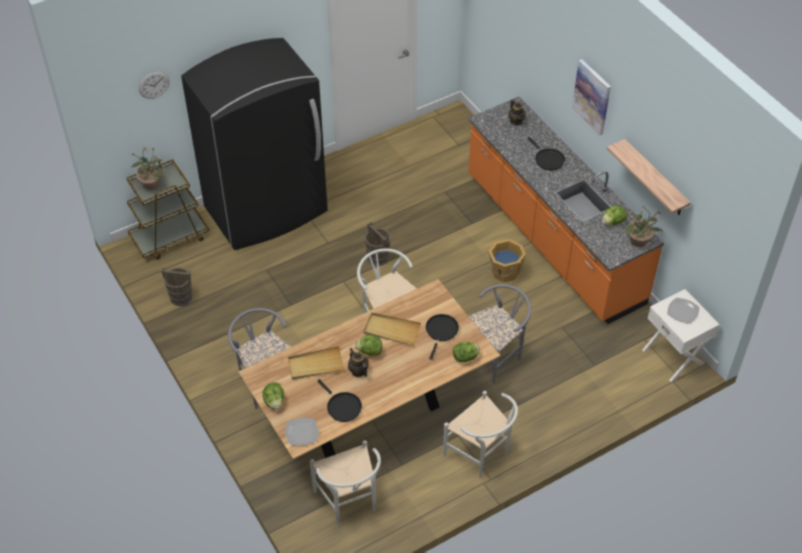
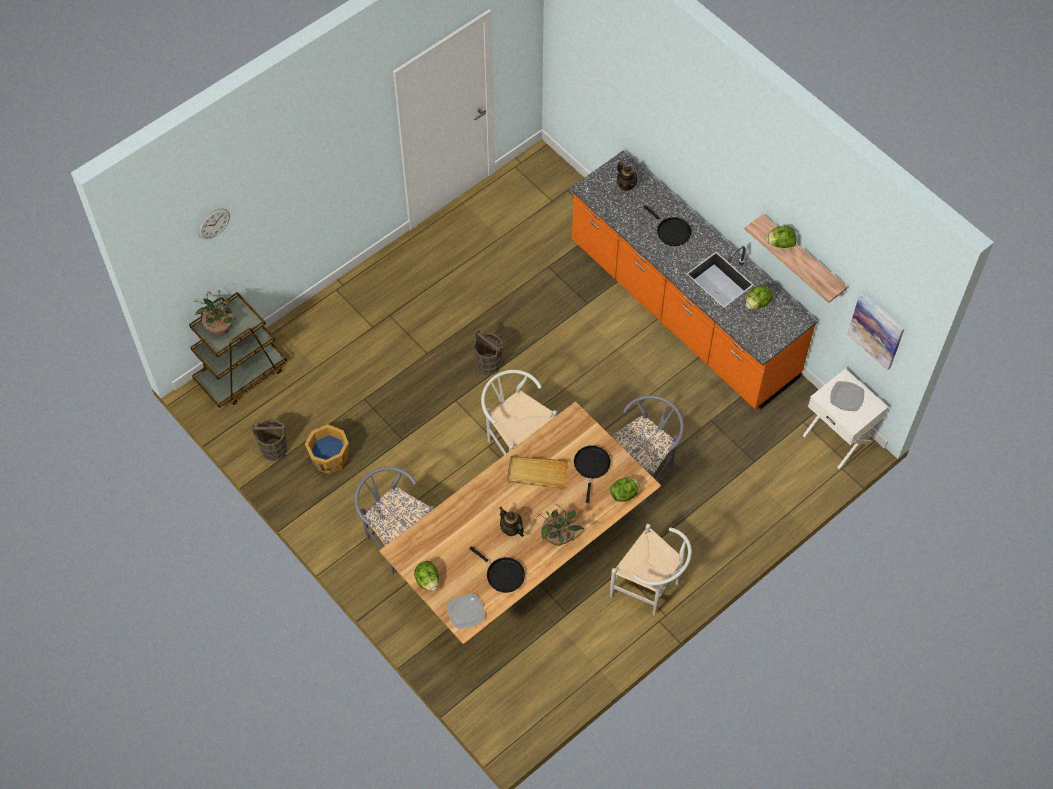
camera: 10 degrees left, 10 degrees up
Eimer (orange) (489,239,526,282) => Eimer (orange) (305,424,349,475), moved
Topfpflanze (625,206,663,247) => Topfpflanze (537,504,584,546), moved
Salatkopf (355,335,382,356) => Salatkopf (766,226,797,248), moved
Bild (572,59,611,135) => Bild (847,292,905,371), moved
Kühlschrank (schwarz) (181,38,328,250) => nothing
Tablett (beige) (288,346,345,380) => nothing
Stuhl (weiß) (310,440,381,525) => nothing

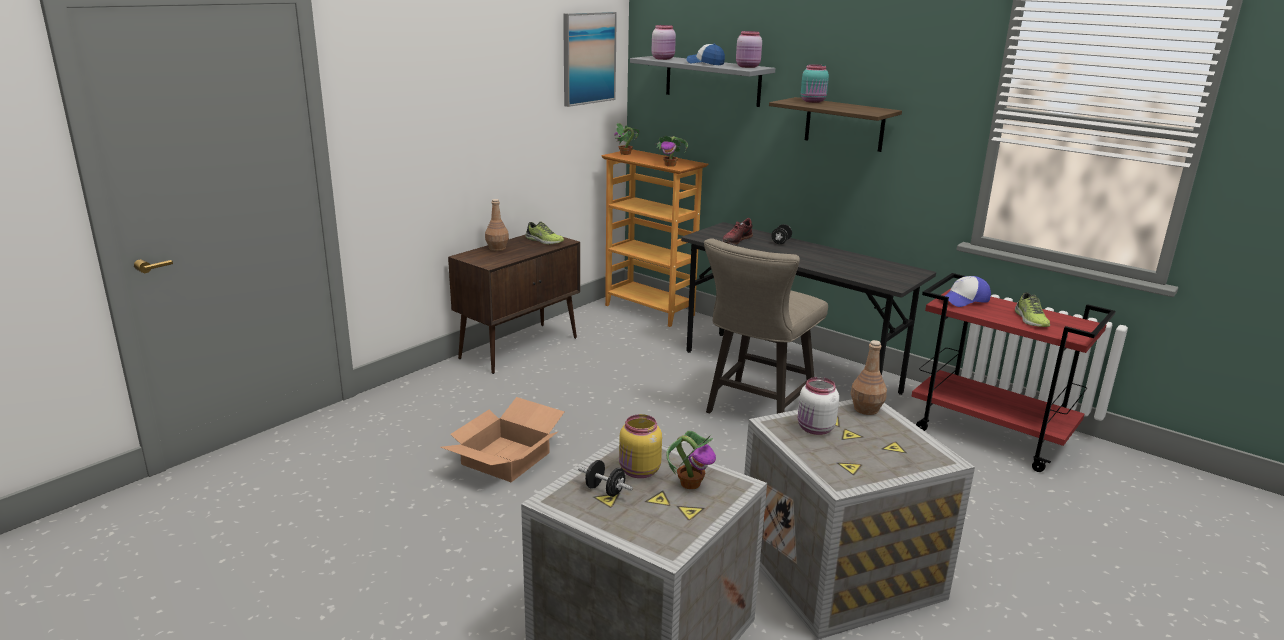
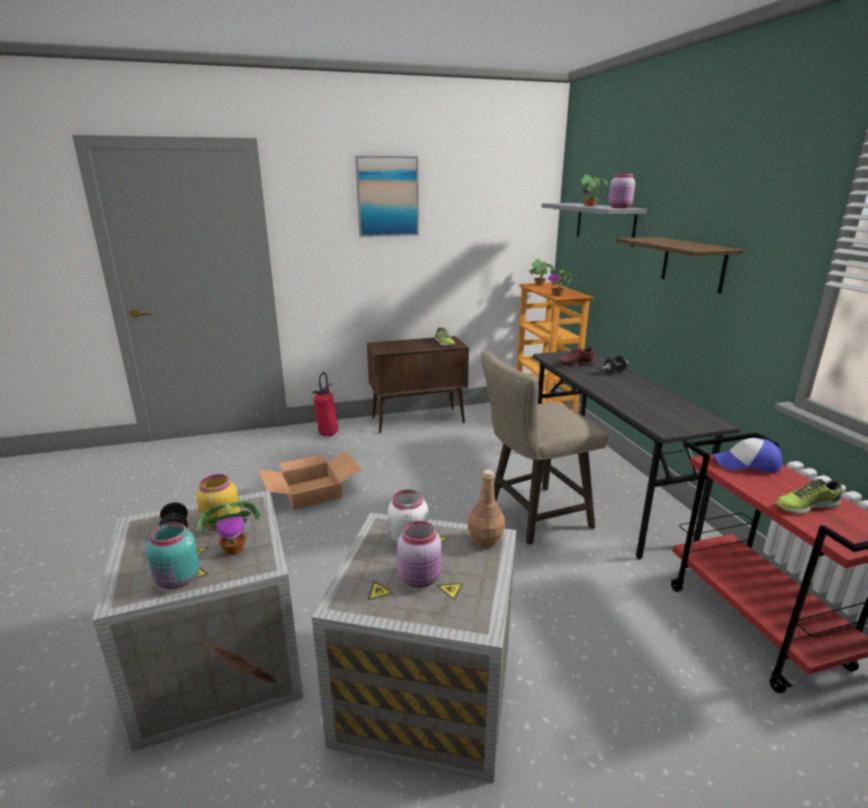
camera: 35 degrees right, 0 degrees up
Vorratsglas (türkis) (801,64,829,103) => Vorratsglas (türkis) (146,522,200,589), moved
nothing => Feuerlöscher (312,372,339,436)
Bild (563,12,617,107) => Bild (355,156,419,237), moved
Vorratsglas (rosa) (652,25,676,60) => Vorratsglas (rosa) (397,521,441,588), moved
Kappe (686,44,725,65) => Topfpflanze (578,175,608,206)
Schuh (1015,292,1050,327) => Schuh (775,479,842,514), 45 degrees clockwise
Flasche (braun) (485,199,509,251) => nothing

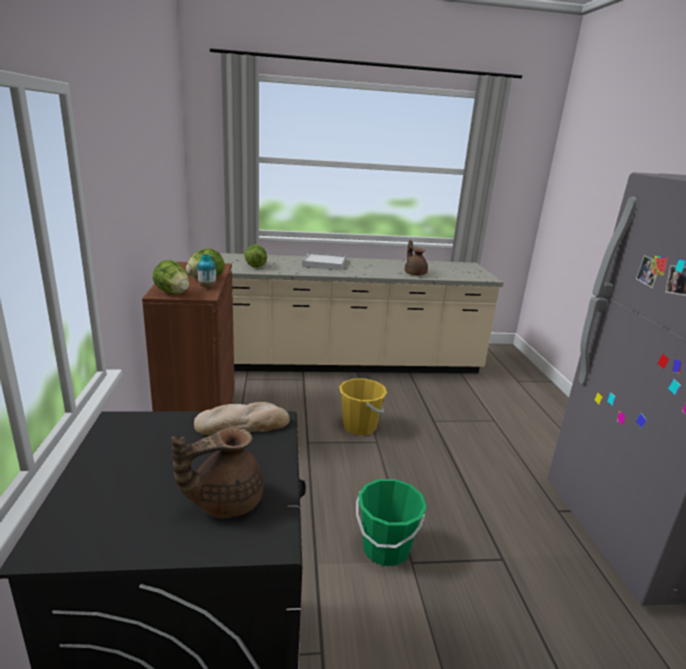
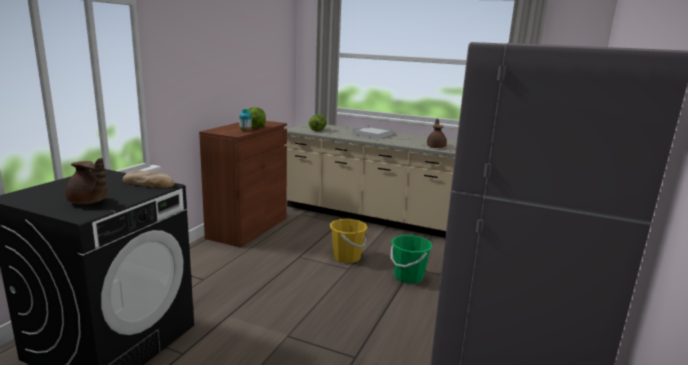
camera: 30 degrees right, 5 degrees down
Teekanne (braun) (171,427,264,518) => Teekanne (braun) (65,158,107,204), 150 degrees counterclockwise
Eimer (grün) (356,479,427,566) => Eimer (grün) (390,235,433,284), moved
Salatkopf (153,260,189,295) => nothing

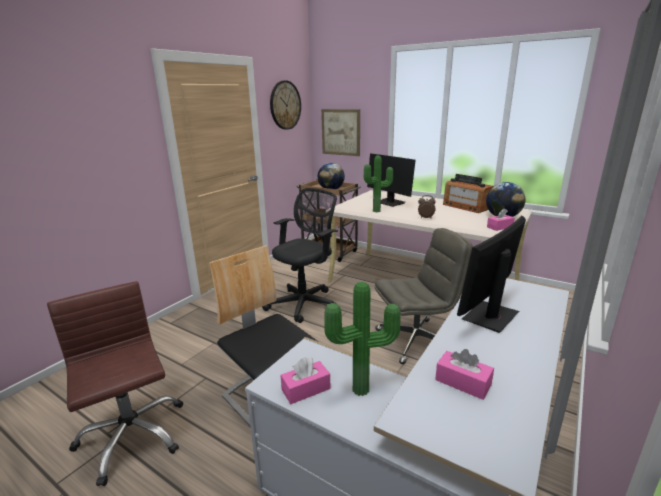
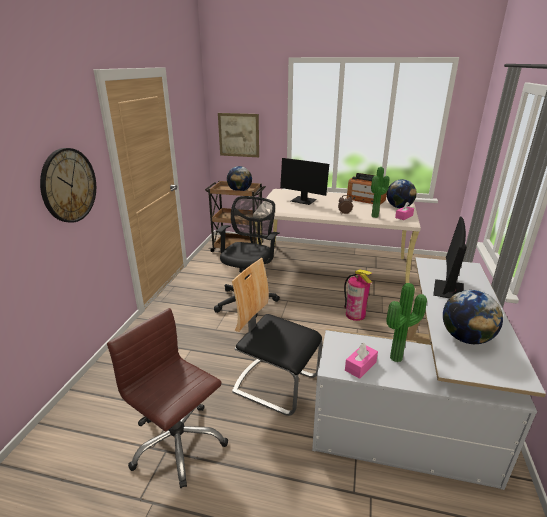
camera: 20 degrees left, 5 degrees up
Wanduhr (270,80,301,130) => Wanduhr (40,148,96,223), moved
Bürostuhl (grau) (375,228,473,364) => Feuerlöscher (344,269,372,321)
Topfpflanze (364,156,393,212) => Topfpflanze (371,167,389,218), moved
Taschentuchbox (rosa) (435,349,494,400) => Globus (443,290,503,344)

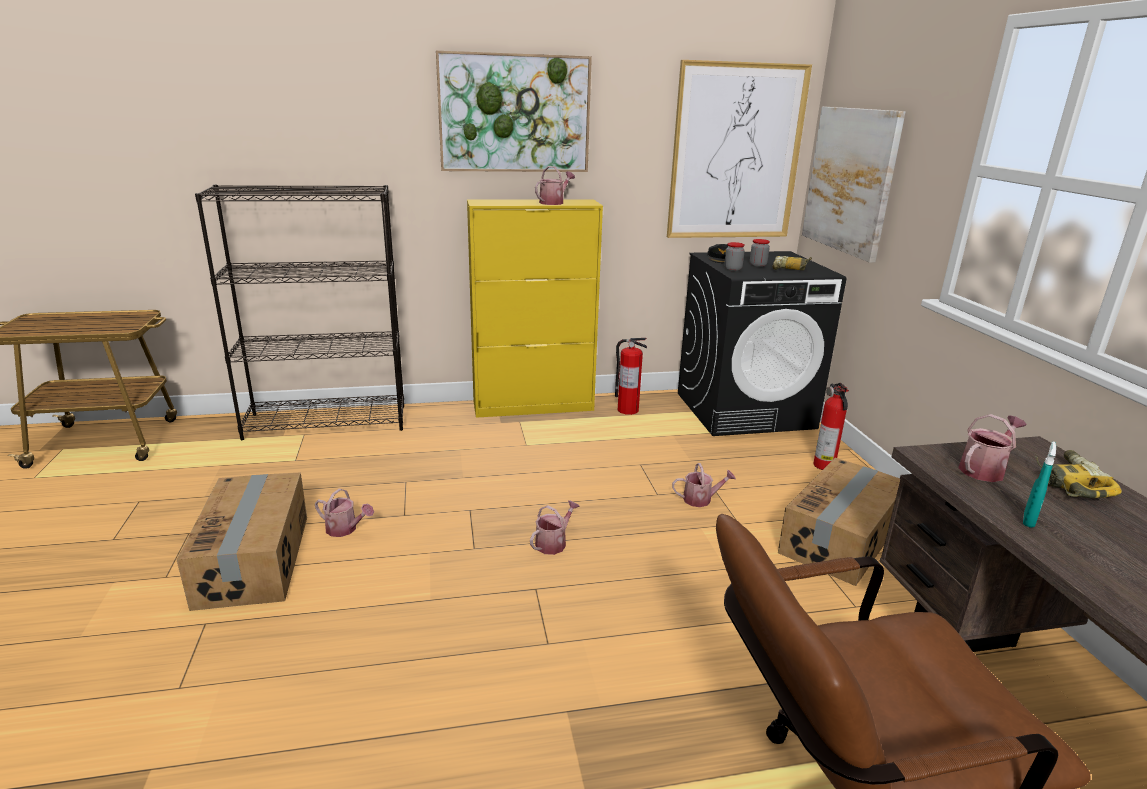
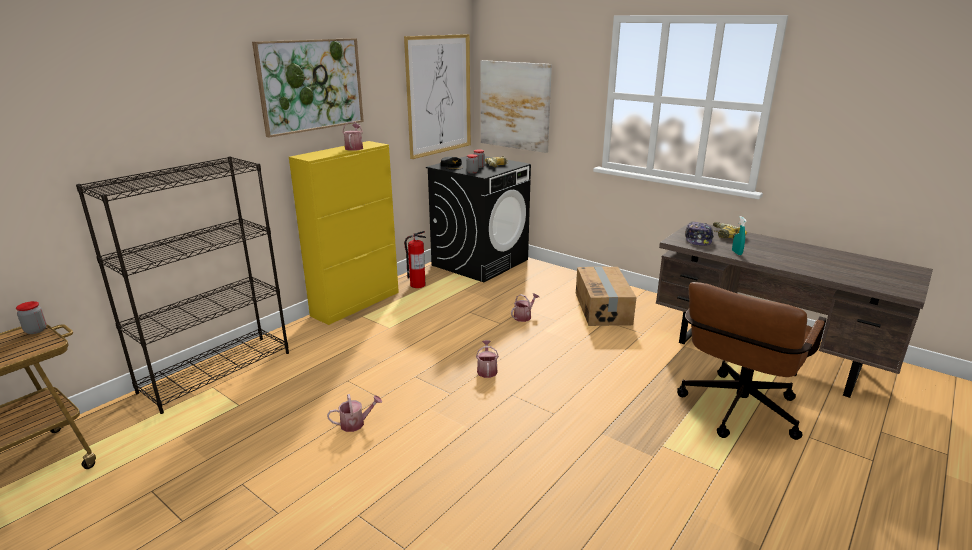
camera: 40 degrees left, 0 degrees up
nothing => Vorratsglas (16,301,47,334)
Gießkanne (958,414,1027,482) => Kappe (685,222,714,246)
Karton (177,472,307,611) => nothing
Feuerlöscher (813,383,849,470) => nothing

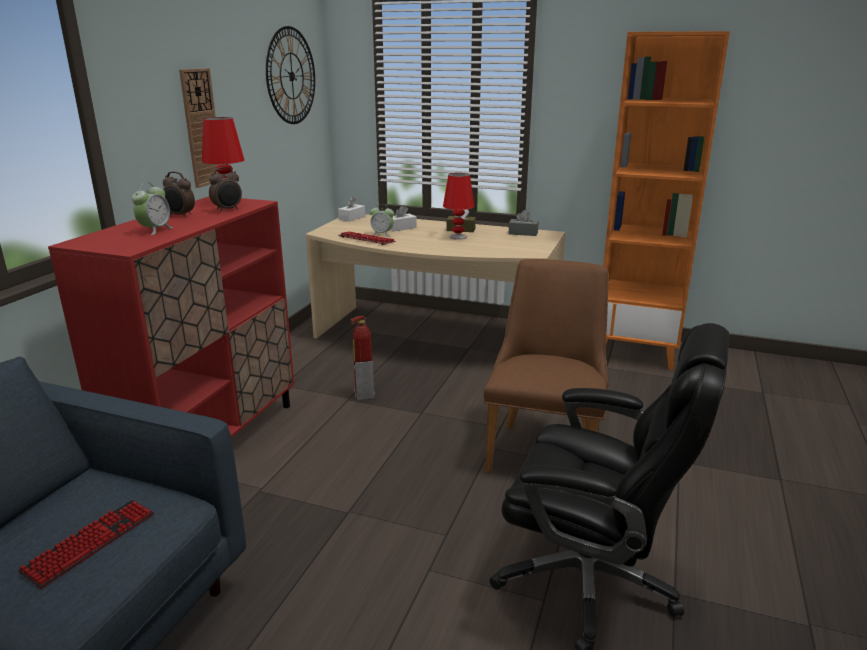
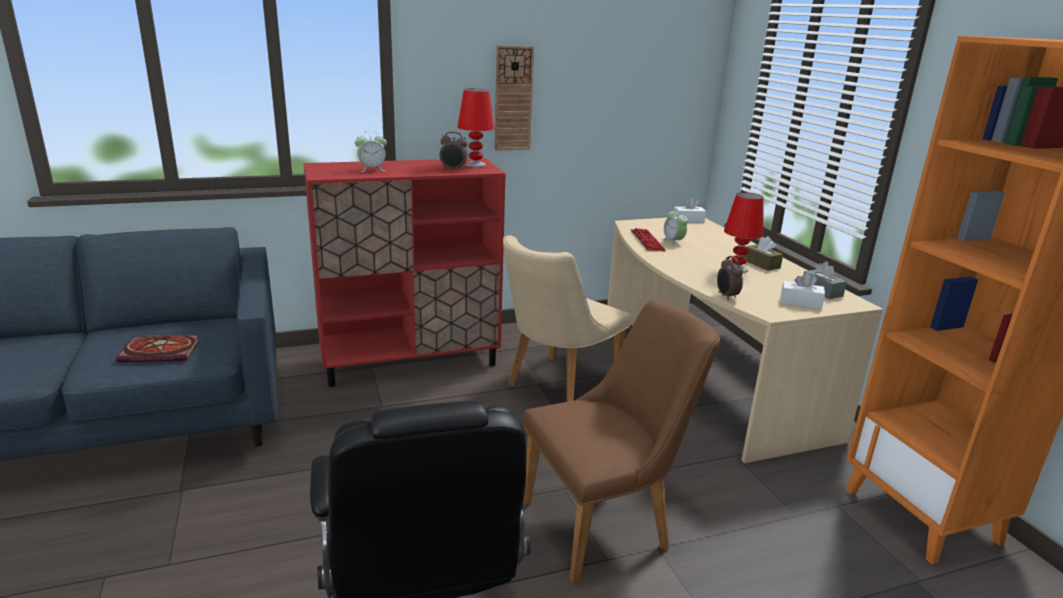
camera: 50 degrees right, 0 degrees up
Tastatur (17,500,154,589) => Buch (116,335,200,362)
Feuerlöscher (350,316,375,400) => Stuhl (beige) (503,236,631,402)
Wecker (163,171,195,218) => Wecker (717,256,743,300), moved
Taschentuchbox (weiß) (390,205,417,232) => Taschentuchbox (weiß) (781,272,825,309), moved
Wanduhr (266,26,315,124) => nothing

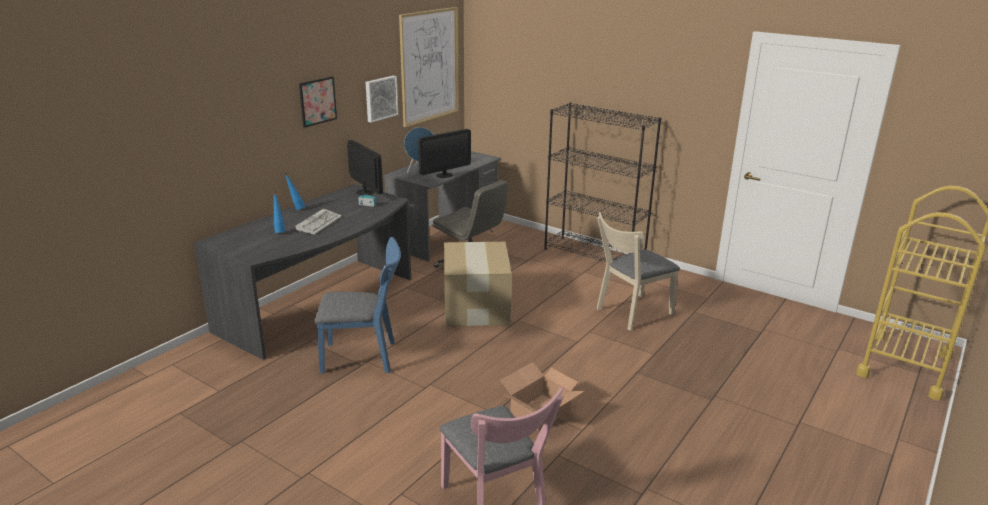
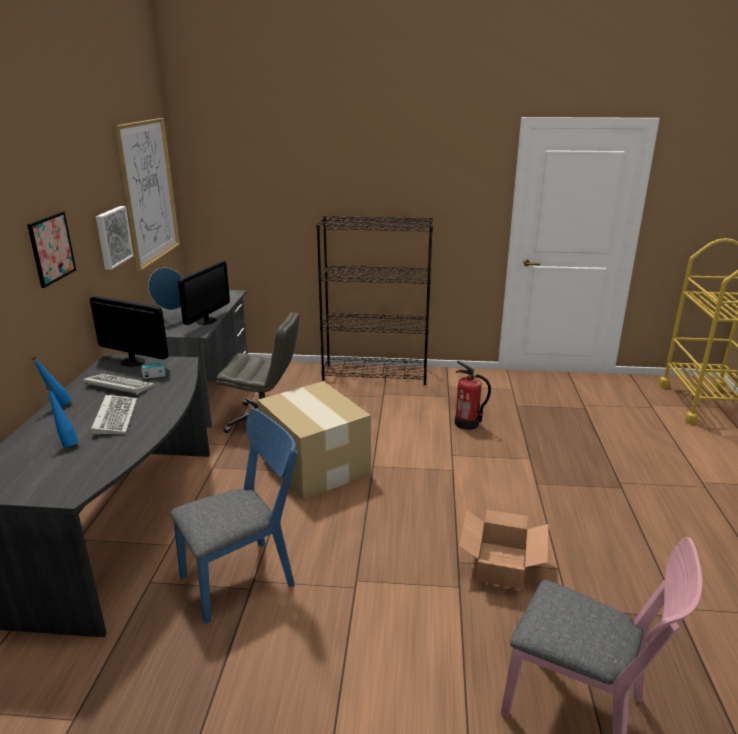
camera: 30 degrees left, 0 degrees up
nothing => Tastatur (83,374,155,395)
Stuhl (beige) (597,212,680,331) => Feuerlöscher (455,361,491,430)

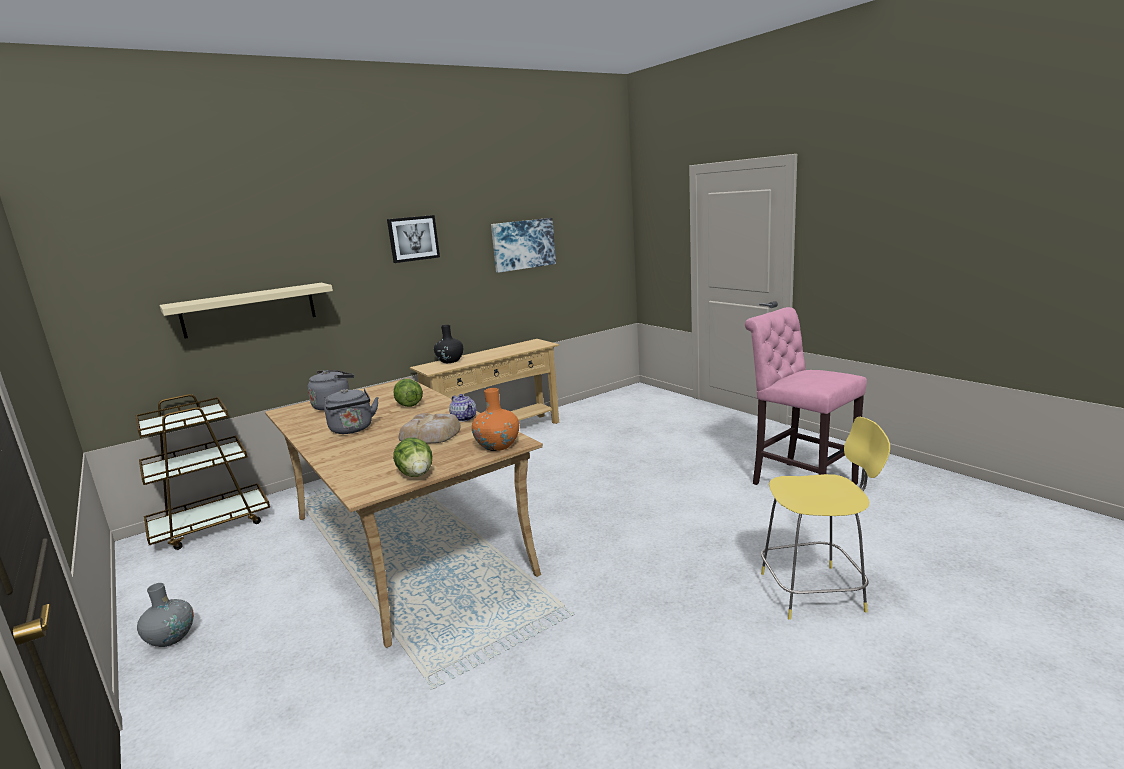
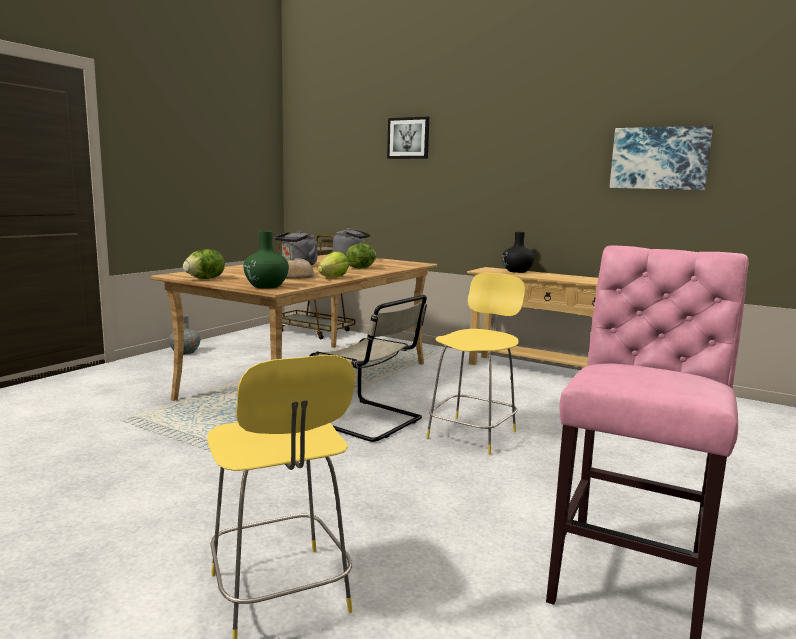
camera: 65 degrees right, 5 degrees down
Vase (orange) (472,388,519,451) => Vase (grün) (243,231,289,289)
nothing => Stuhl (beige) (309,295,427,442)
Teekanne (449,394,476,422) => Salatkopf (318,251,349,278)
Bild (387,215,440,263) => Bild (387,117,429,159), moved
nothing => Hocker (gelb) (426,273,525,455)
Wandregal (beige) (159,283,333,339) => nothing

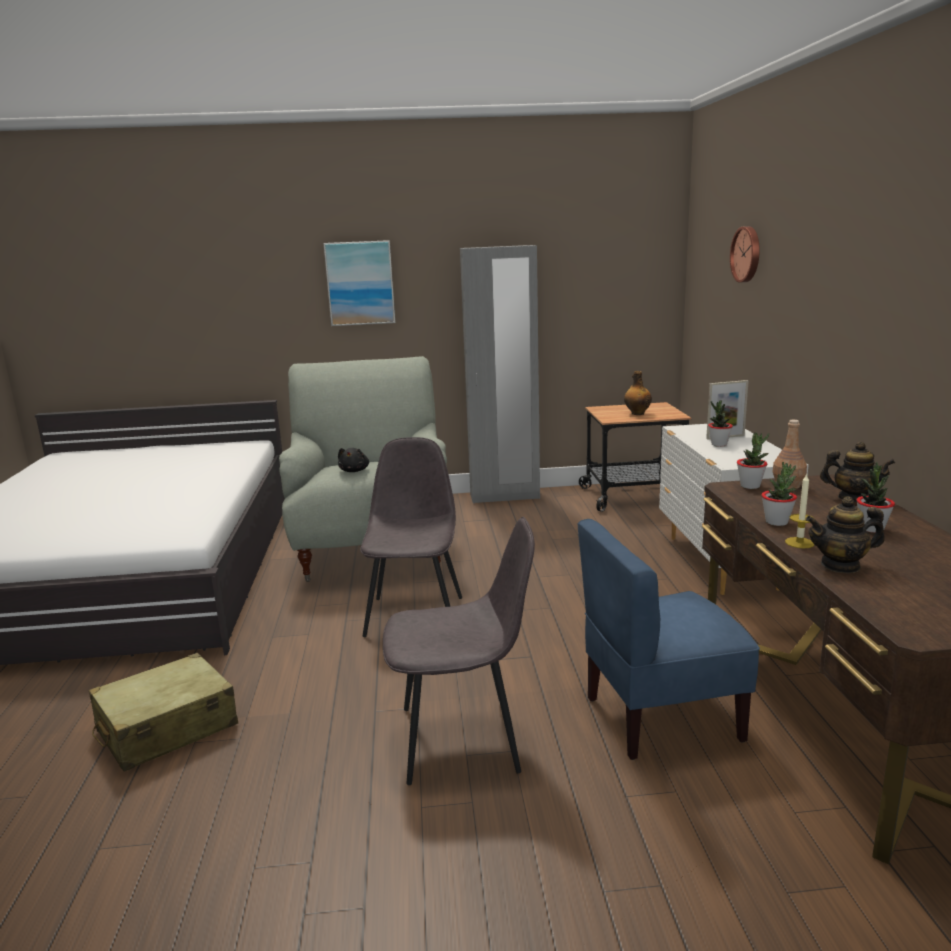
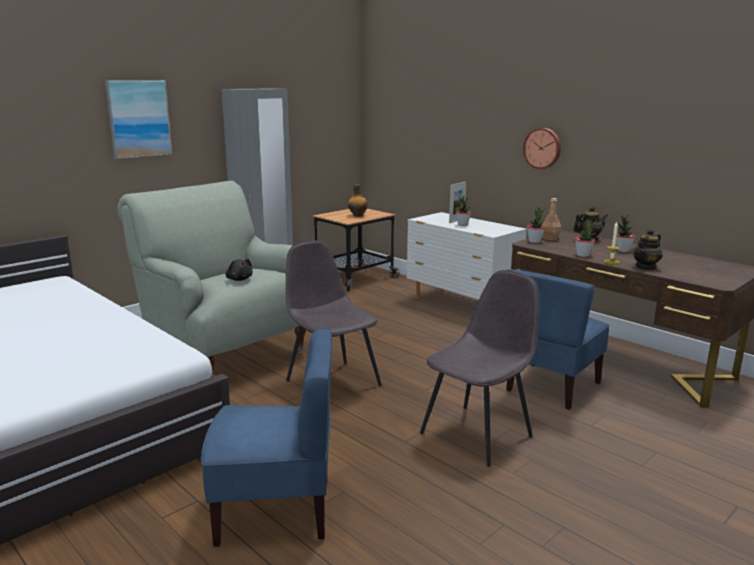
camera: 40 degrees left, 0 degrees up
Koffer (beige) (89,653,238,772) => Stuhl (blau) (201,328,332,547)
Wanduhr (730,226,760,283) => Wanduhr (523,128,561,169), moved

